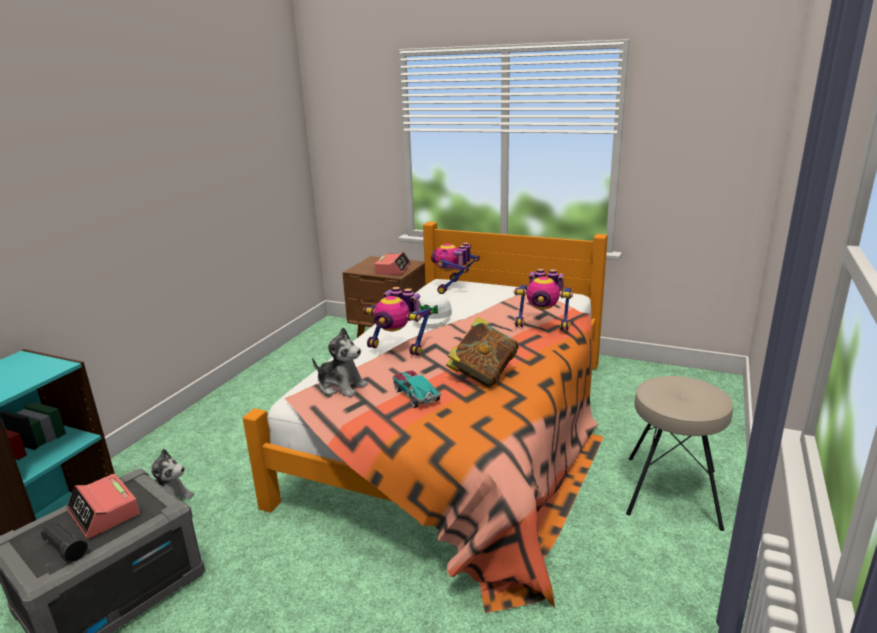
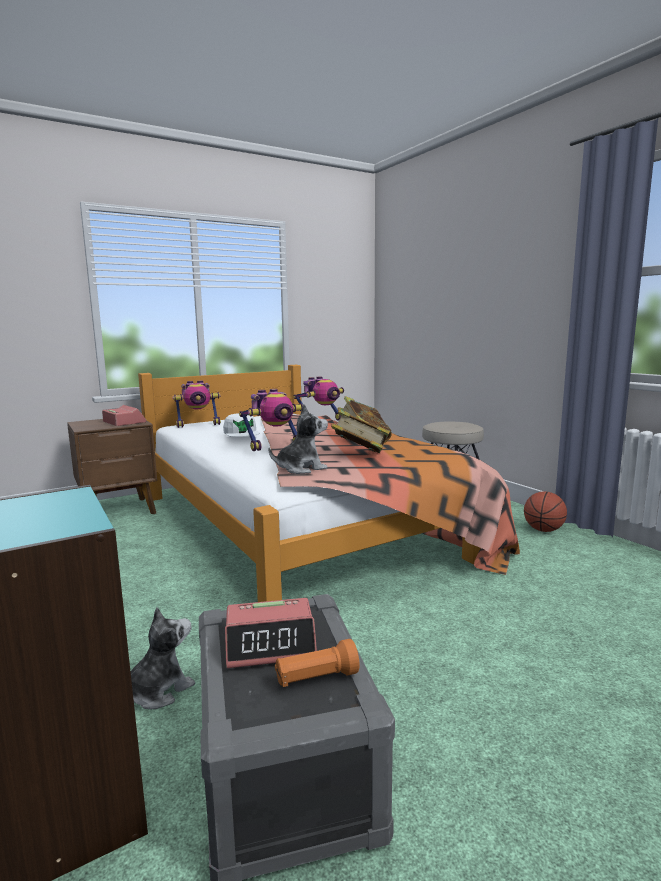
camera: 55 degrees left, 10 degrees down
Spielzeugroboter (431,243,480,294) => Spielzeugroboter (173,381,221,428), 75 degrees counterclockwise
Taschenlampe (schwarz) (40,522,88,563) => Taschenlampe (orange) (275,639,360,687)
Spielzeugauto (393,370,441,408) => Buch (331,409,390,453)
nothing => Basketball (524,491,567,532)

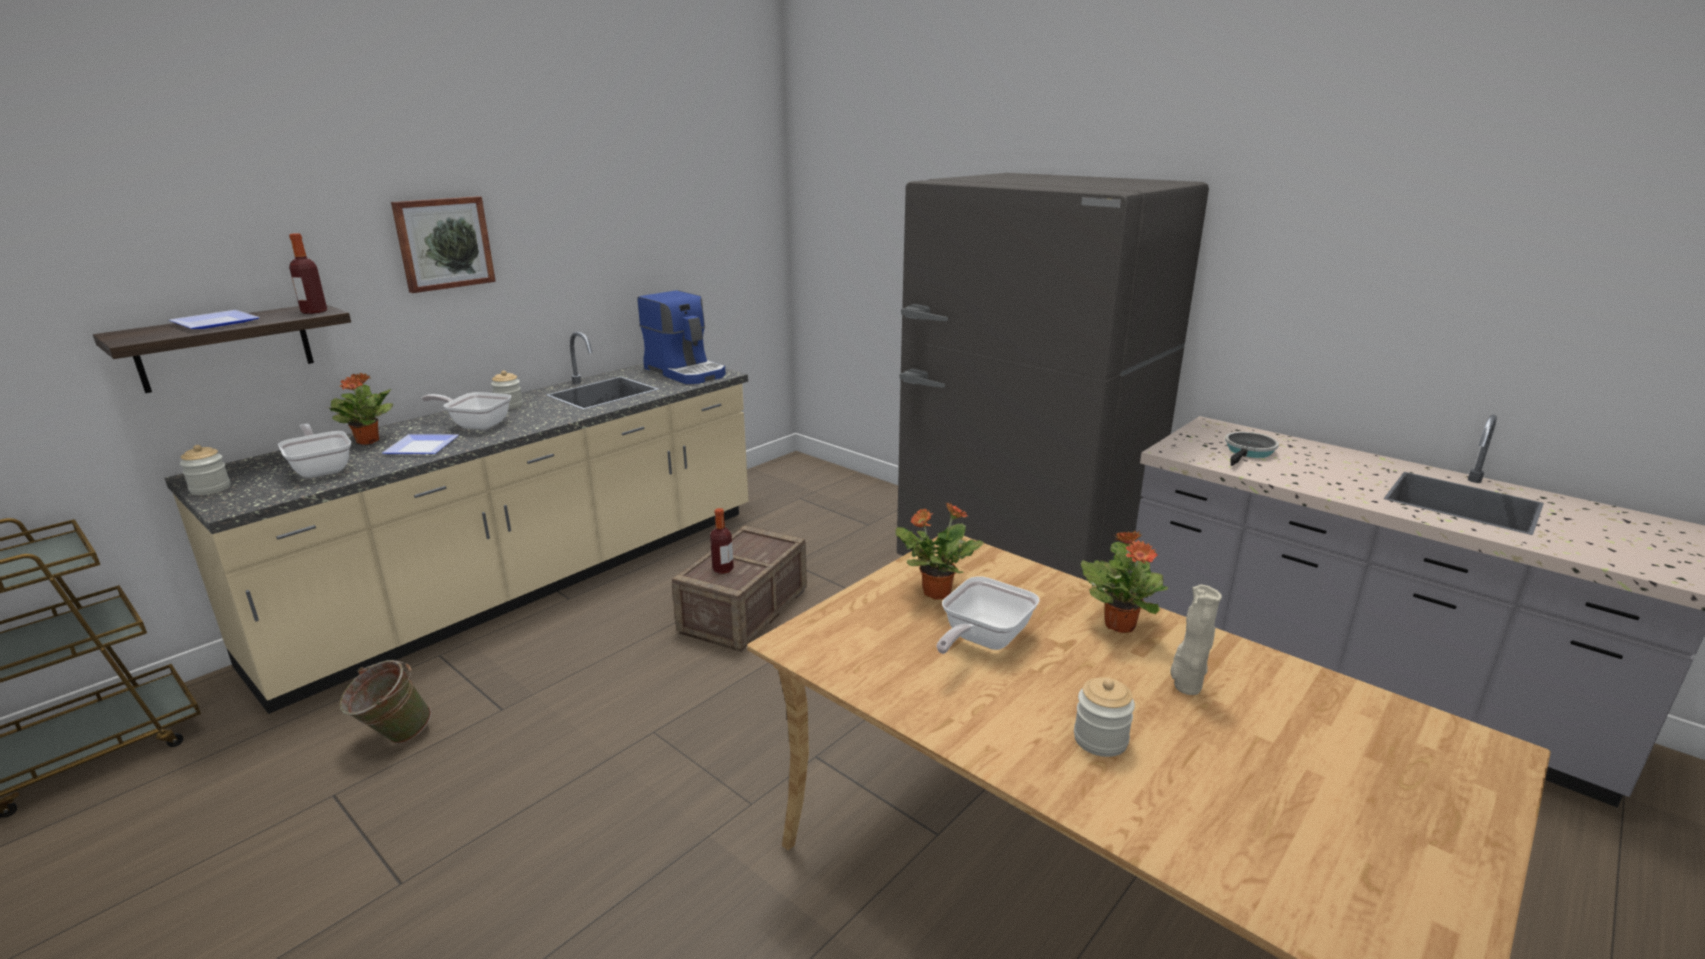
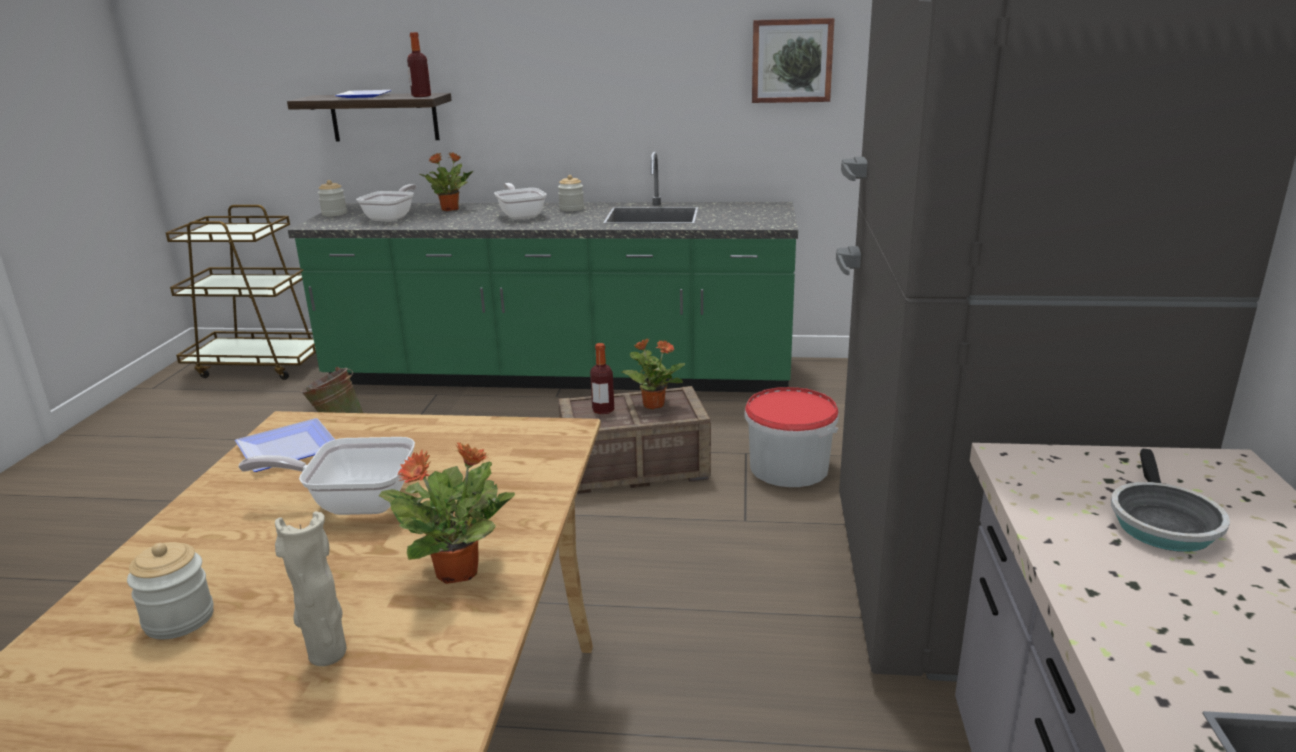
camera: 55 degrees right, 0 degrees up
Teller (382,434,459,454) => Teller (235,418,335,472), moved
Küchenzeile (beige) (164,332,749,714) => Küchenzeile (grün) (288,152,798,392)
Topfpflanze (896,502,984,600) => Topfpflanze (621,339,685,409), moved
nothing => Eimer (744,387,838,487)
Bild (391,196,496,293) => Bild (752,18,835,103), moved
Pfanne (1225,432,1279,466) => Pfanne (1111,448,1230,552), 105 degrees clockwise
Kaffeemaschine (637,290,726,384) => nothing

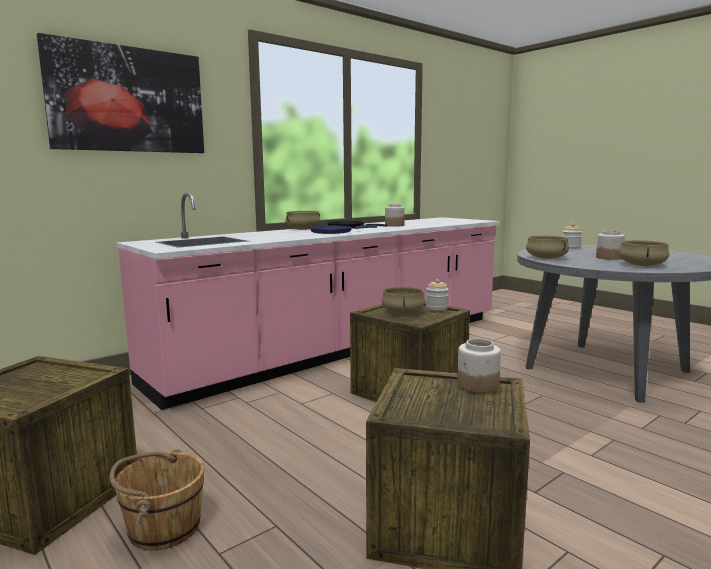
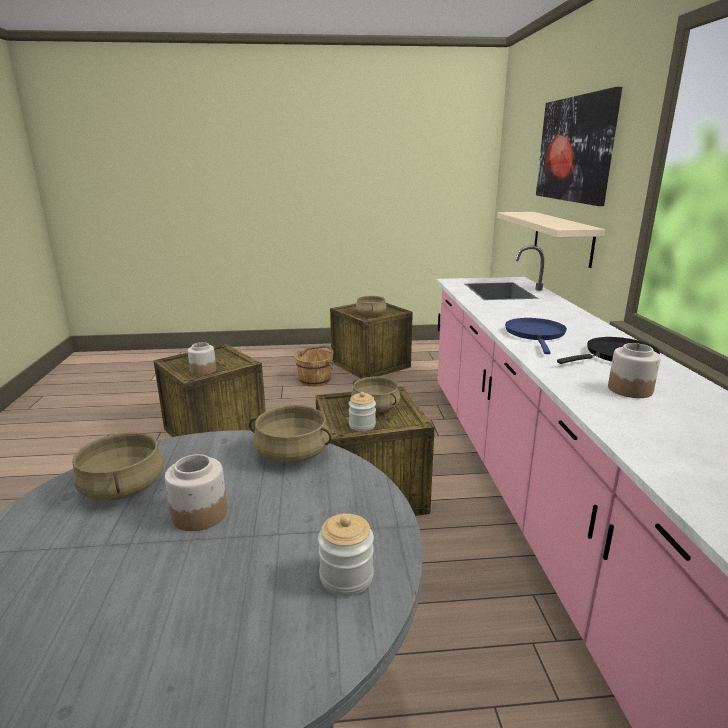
camera: 125 degrees right, 10 degrees up
Kochtopf (beige) (285,211,320,230) => Kochtopf (beige) (356,296,387,316), moved
nothing => Wandregal (beige) (497,212,605,268)

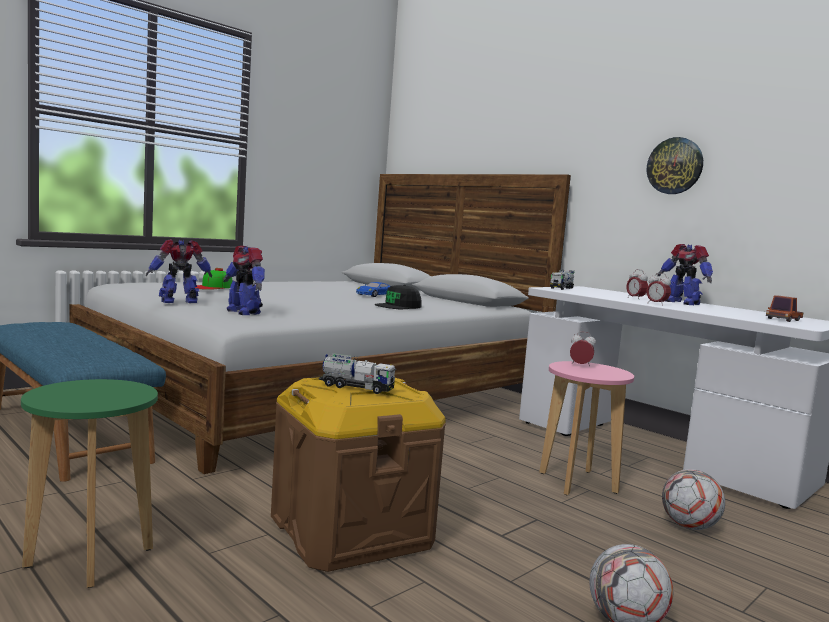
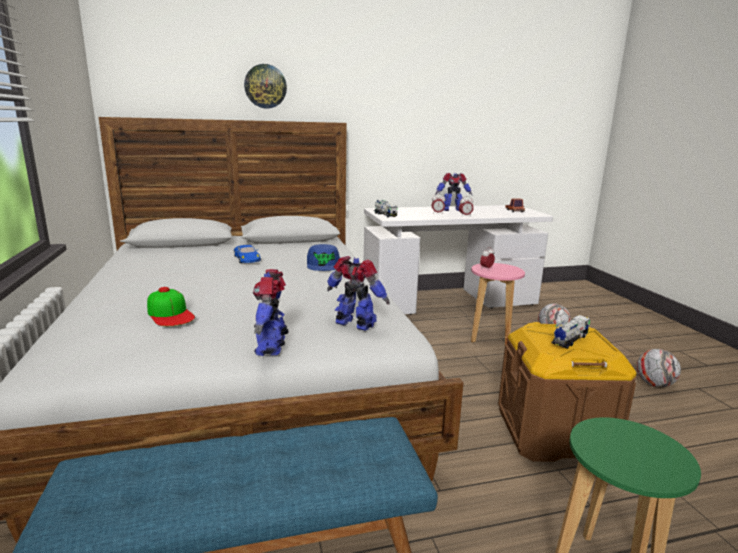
camera: 60 degrees left, 10 degrees up
Wanduhr (647,137,703,194) => Wanduhr (244,64,287,109), moved
Kappe (schwarz) (375,285,422,309) => Kappe (blau) (307,244,340,271)
Spielzeugroboter (223,246,265,315) => Spielzeugroboter (327,256,390,331), 135 degrees counterclockwise

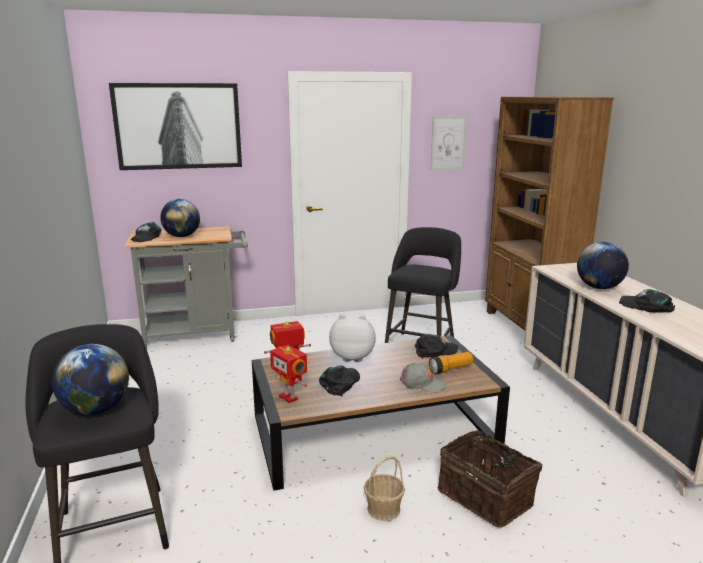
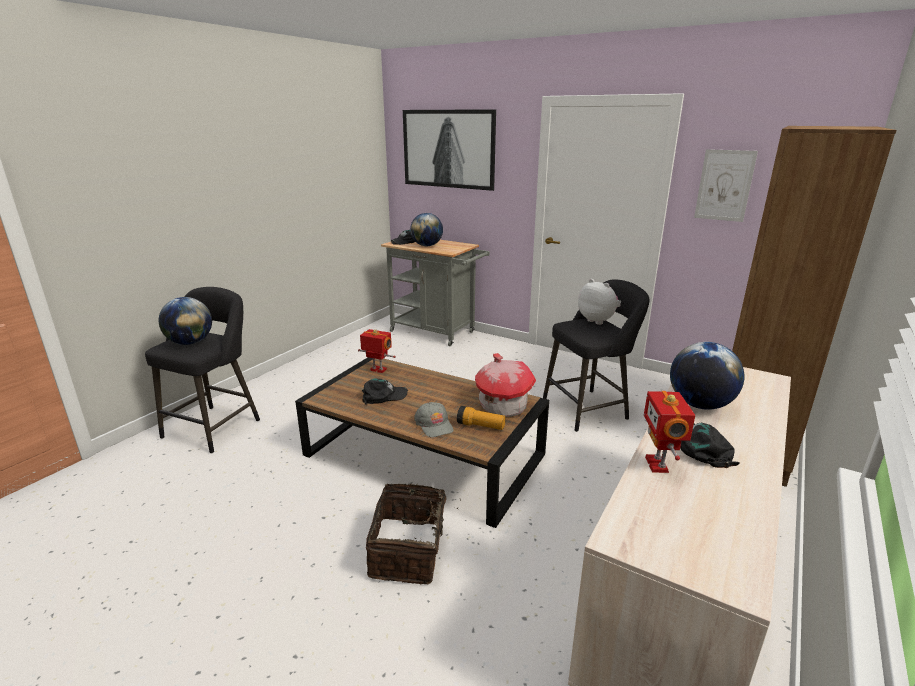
camera: 45 degrees right, 5 degrees up
Kappe (schwarz) (414,334,458,359) => Spielzeughaus (475,353,536,417)
Plüschtier (329,315,376,362) => Plüschtier (578,279,621,325), moved
Spielzeugroboter (270,345,307,403) => Spielzeugroboter (644,391,695,473), moved
Korb (364,456,405,521) => nothing

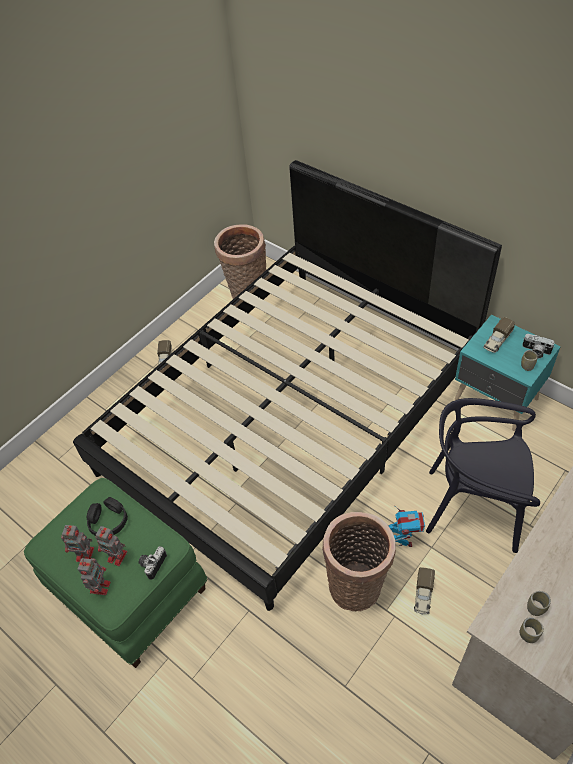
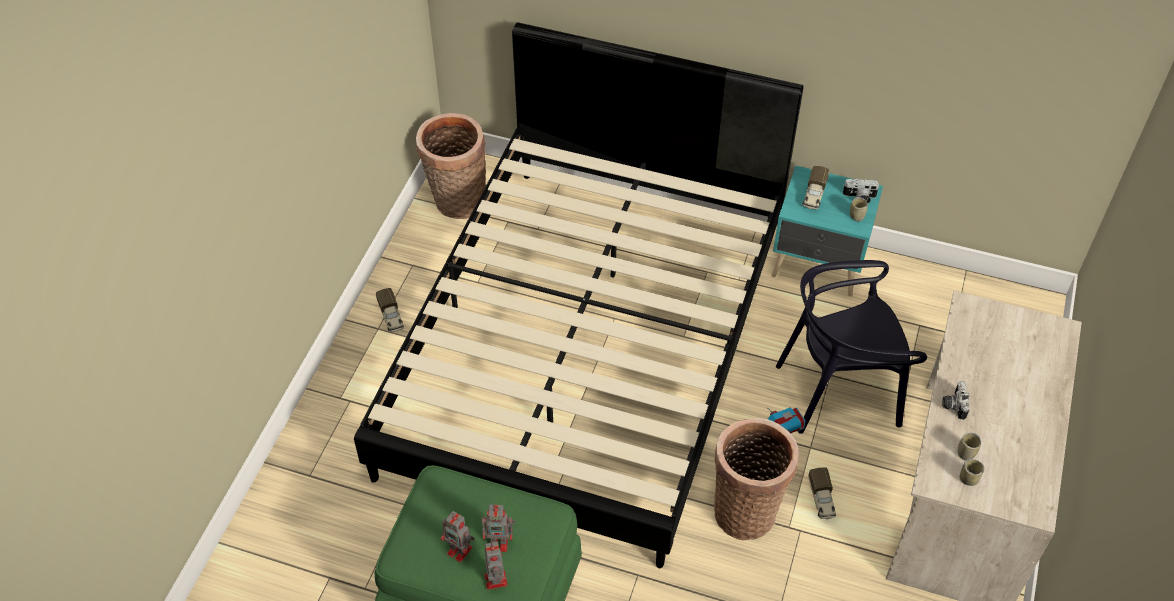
camera: 25 degrees left, 0 degrees up
Spielzeugroboter (61,525,94,562) => Spielzeugroboter (441,511,474,563), 45 degrees clockwise
Kamera (139,546,167,580) => Kamera (942,381,970,420), moved
Kopfhörer (schwarz) (87,497,128,536) => nothing

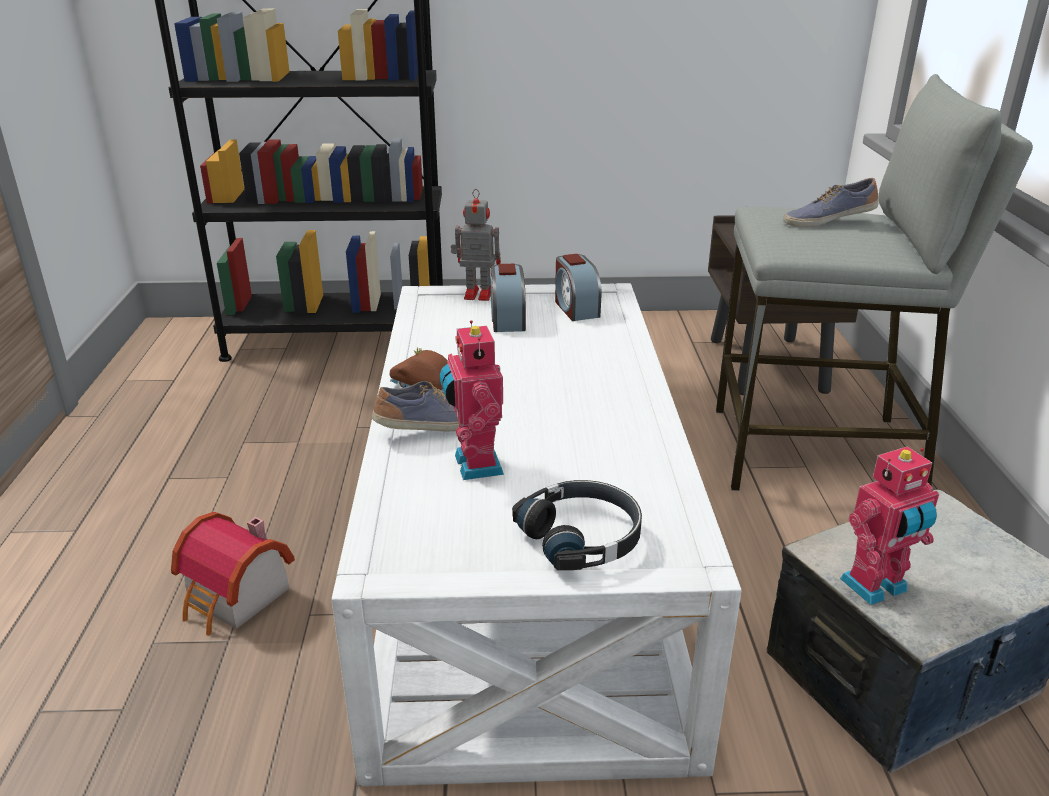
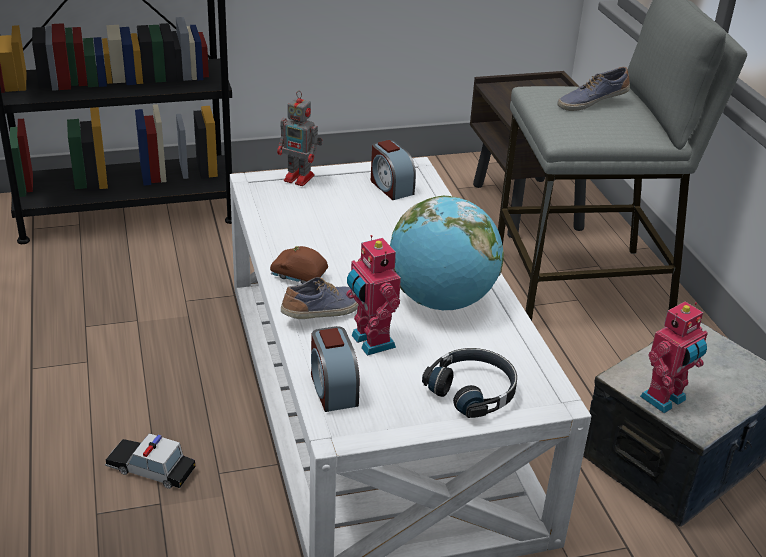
camera: 15 degrees left, 5 degrees up
Spielzeughaus (171,512,295,635) => Spielzeugauto (105,433,195,489)
Spielzeugroboter (451,189,501,301) => Spielzeugroboter (277,91,322,186), 150 degrees counterclockwise
Wecker (491,264,526,332) => Wecker (311,326,360,412), moved
nothing => Globus (390,196,504,310)

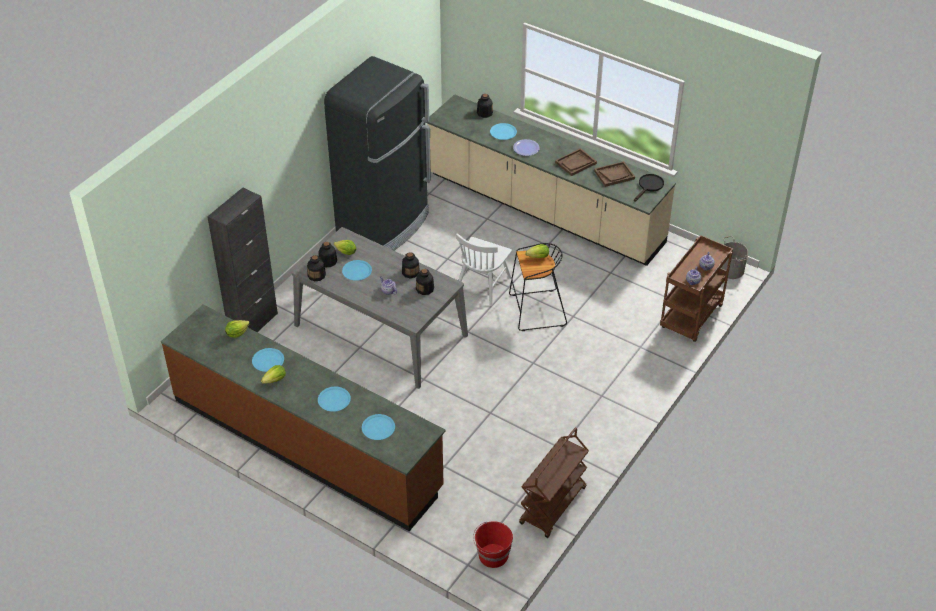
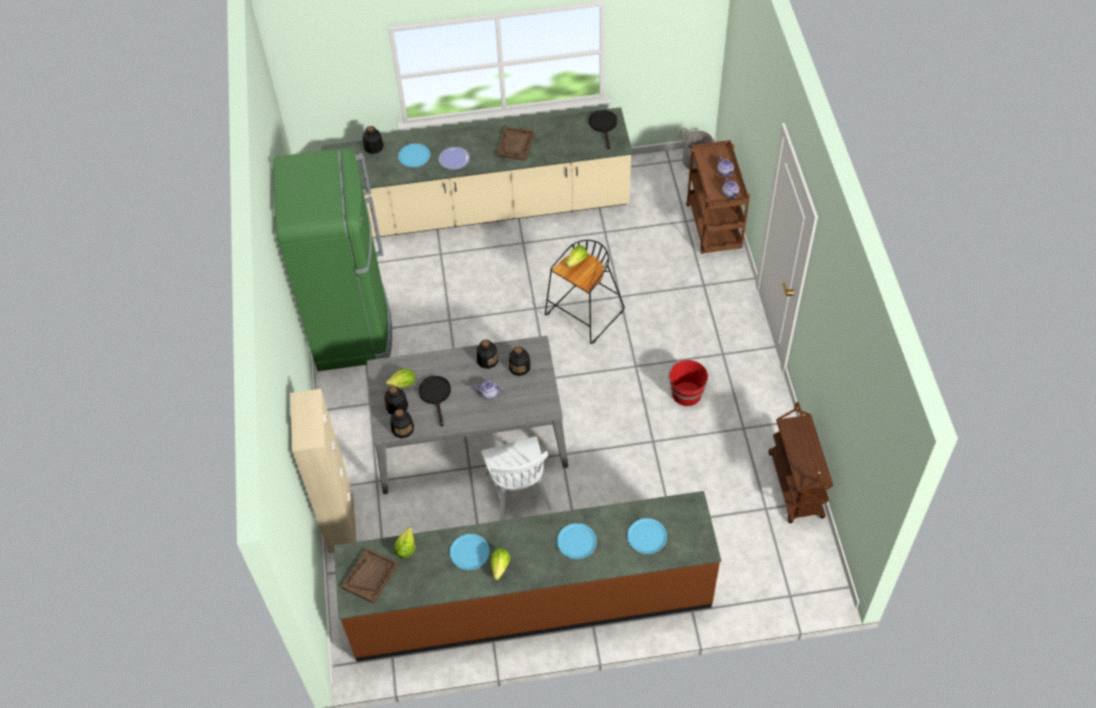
camera: 40 degrees left, 10 degrees up
Kühlschrank (schwarz) (324,56,431,251) => Kühlschrank (grün) (273,148,392,371)
Schrank (schwarz) (207,188,278,332) => Schrank (beige) (290,389,357,553)
Tablett (braun) (594,161,635,187) => Tablett (braun) (341,548,398,604), moved
Teller (blau) (342,260,372,281) => Pfanne (schwarz) (419,376,451,427)
Stuhl (weiß) (456,233,512,306) => Stuhl (weiß) (481,436,552,521), moved
Eimer (rot) (473,521,513,568) => Eimer (rot) (668,360,708,406), moved

